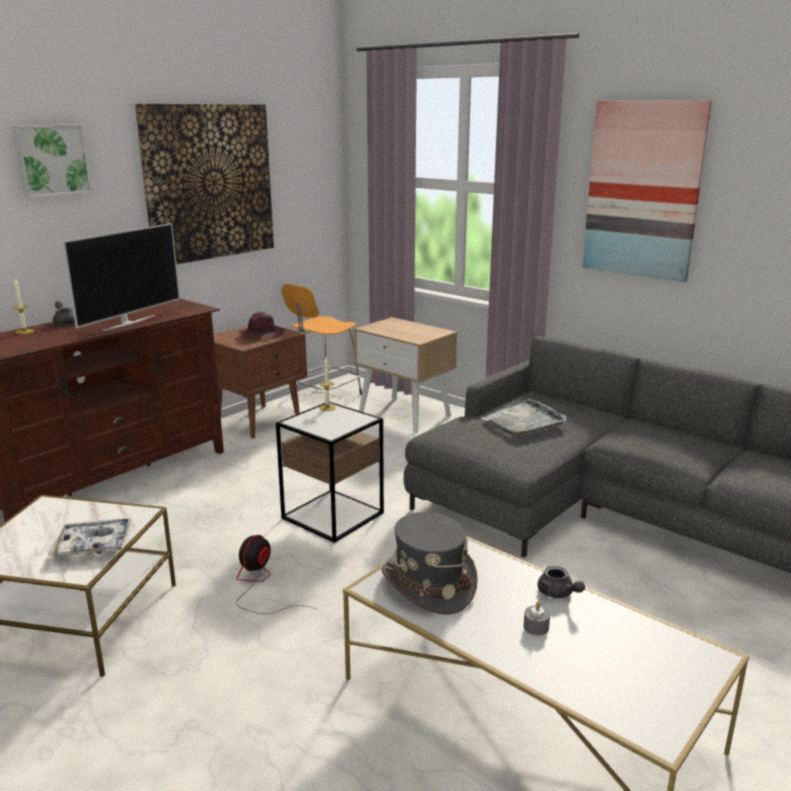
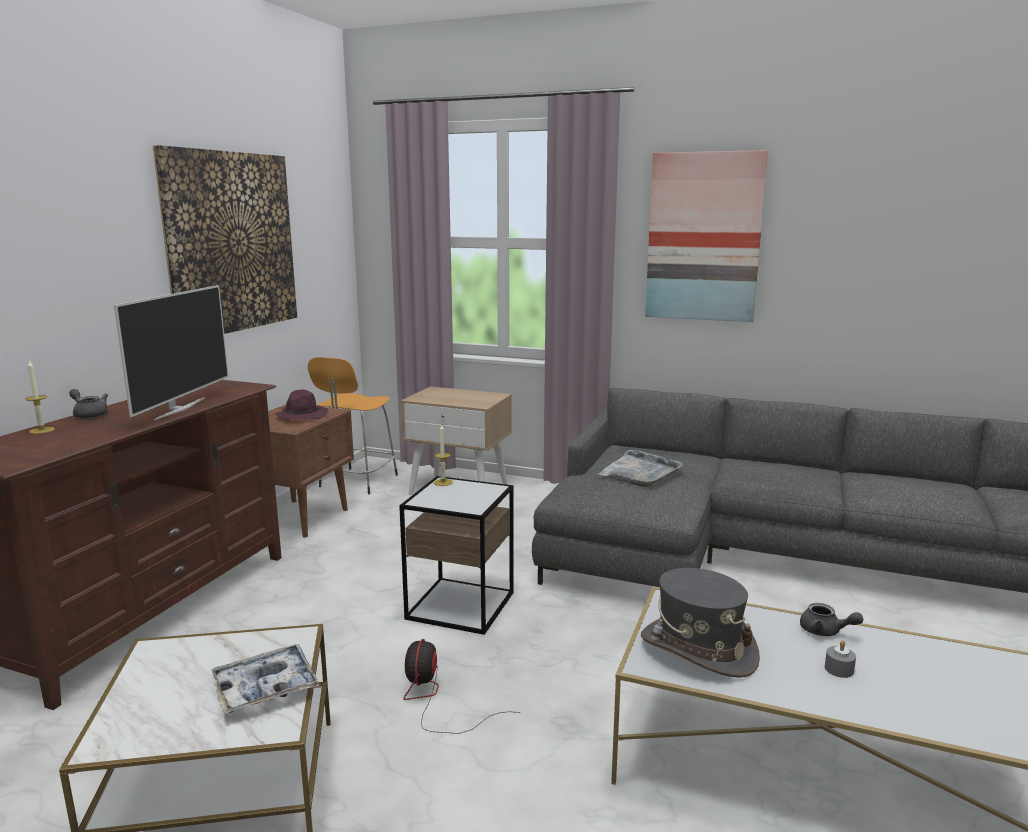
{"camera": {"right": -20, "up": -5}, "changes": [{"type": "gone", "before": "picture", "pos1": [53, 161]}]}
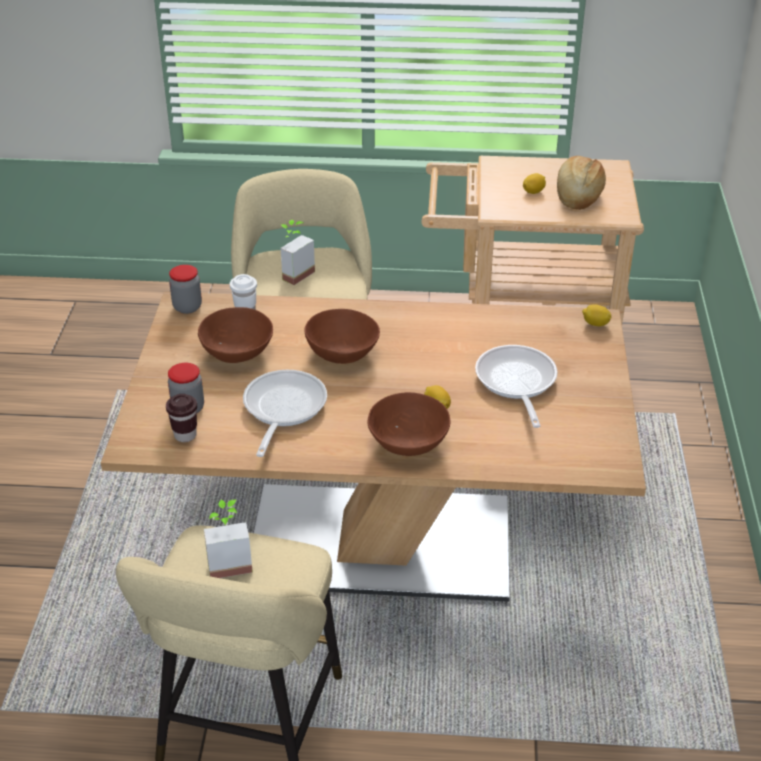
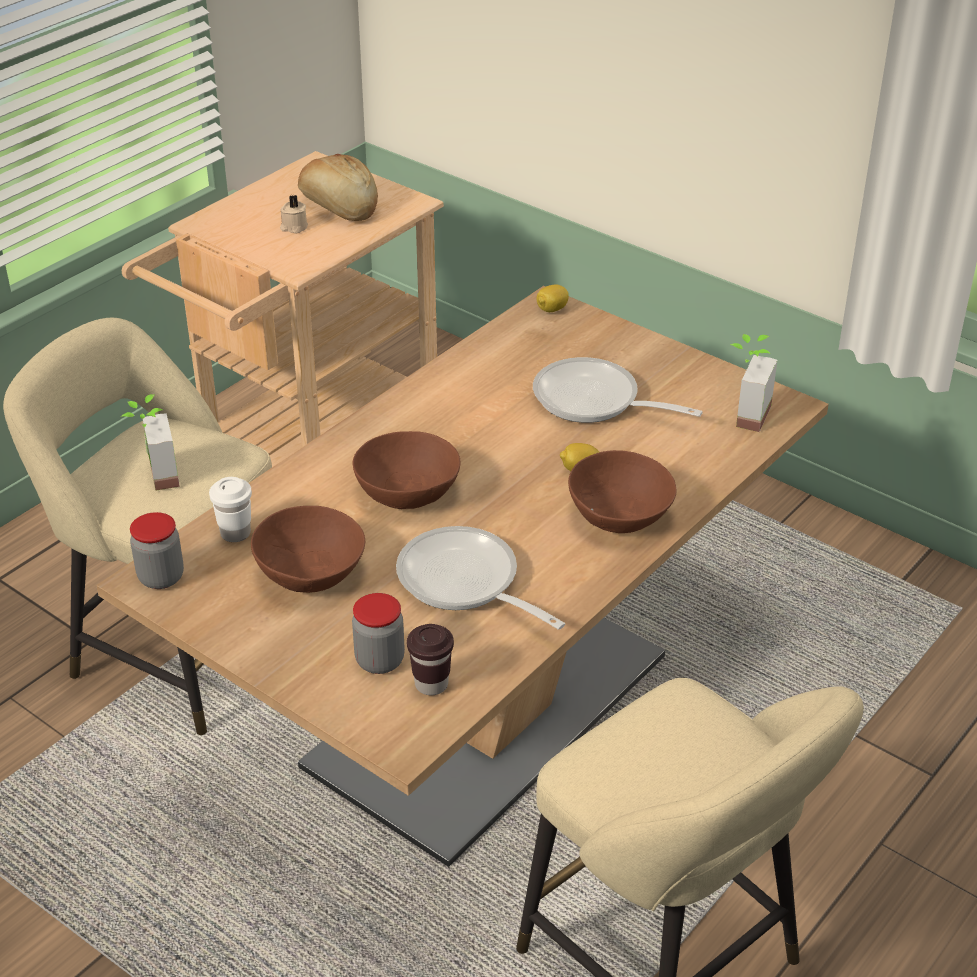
{"camera": {"right": -55, "up": 0}, "changes": [{"type": "swapped", "before": "lemon", "after": "beige candle", "pos1": [534, 183], "pos2": [294, 214]}, {"type": "shifted", "before": "potted plant", "pos1": [228, 539], "pos2": [753, 383]}]}
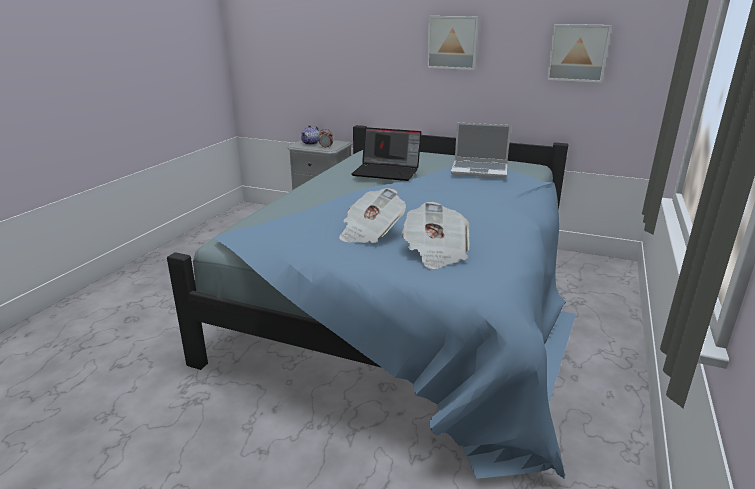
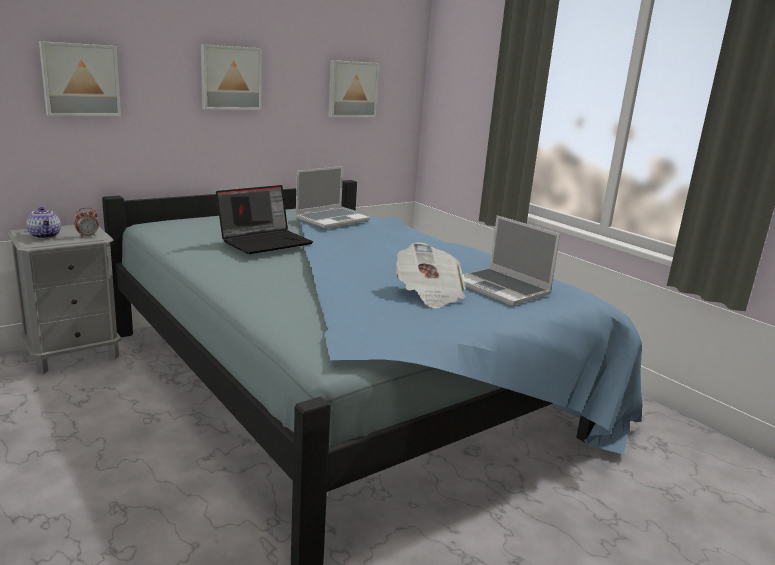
{"camera": {"right": -60, "up": -5}, "changes": [{"type": "swapped", "before": "newspaper", "after": "laptop", "pos1": [436, 235], "pos2": [511, 260]}, {"type": "new", "after": "picture", "pos2": [80, 78]}]}
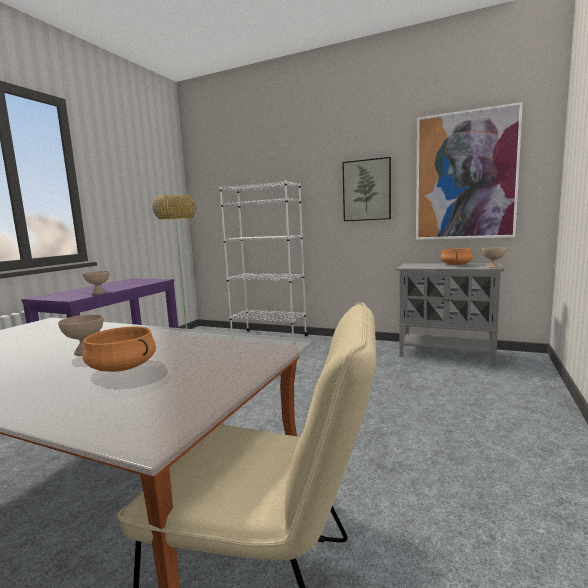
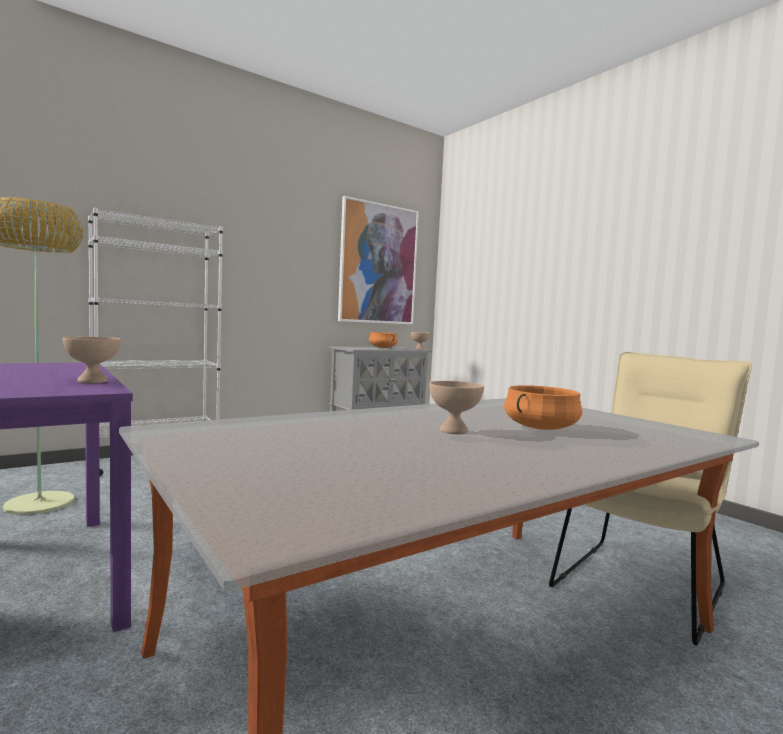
{"camera": {"right": -60, "up": -5}, "changes": [{"type": "gone", "before": "picture", "pos1": [366, 189]}]}
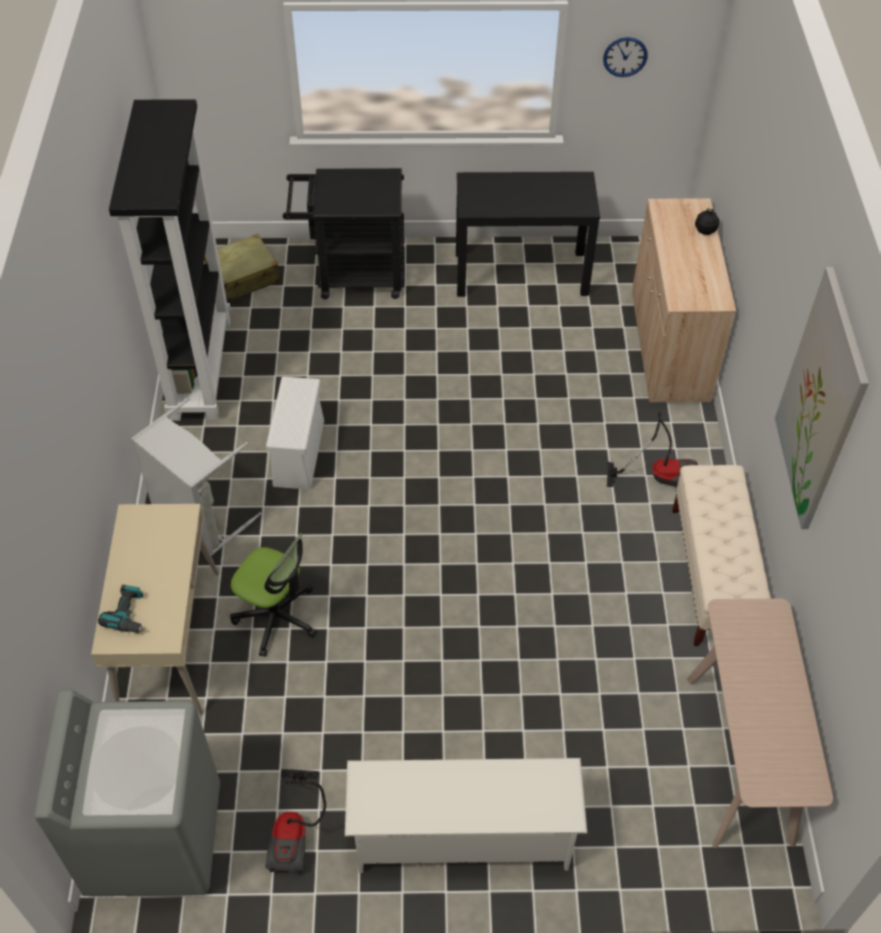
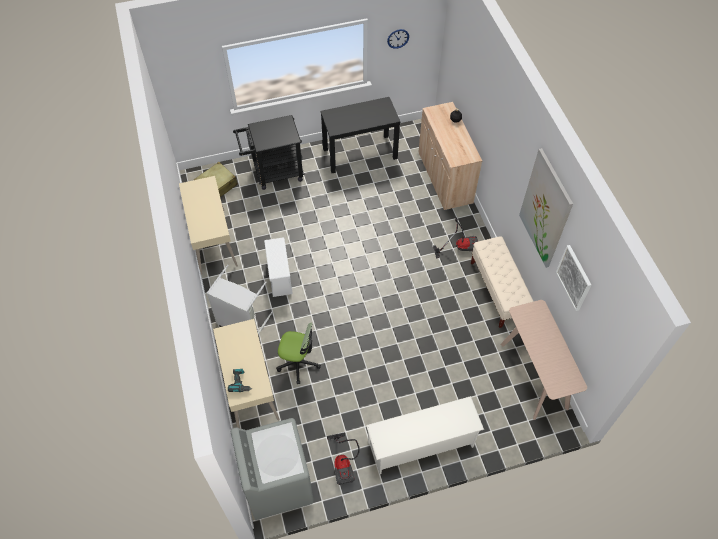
{"camera": {"right": -15, "up": 5}, "changes": [{"type": "swapped", "before": "black bookcase", "after": "beige desk", "pos1": [170, 260], "pos2": [208, 225]}, {"type": "new", "after": "picture", "pos2": [573, 278]}]}
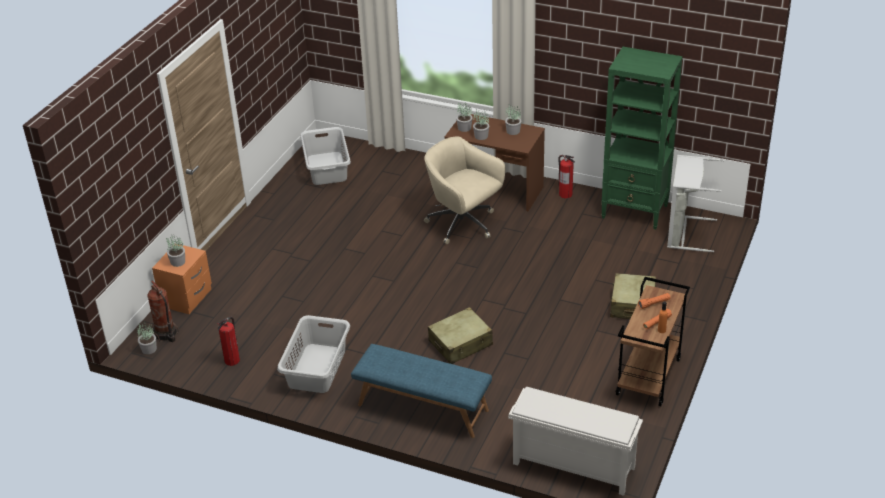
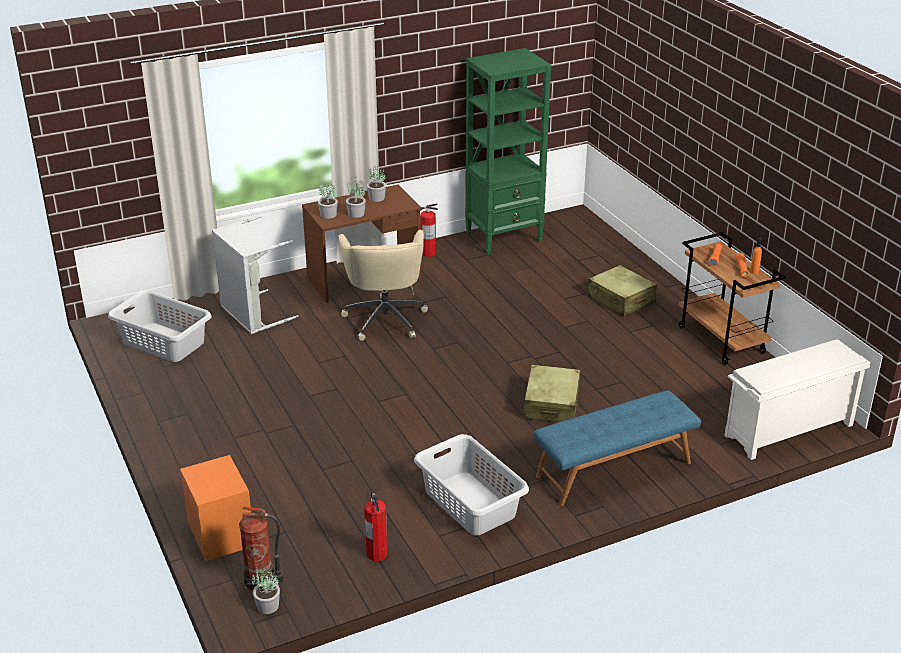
{"camera": {"right": -50, "up": -5}, "changes": [{"type": "rotated", "before": "beige office chair", "pos1": [464, 190], "pos2": [383, 285], "turn": -90}, {"type": "shifted", "before": "grey laundry basket", "pos1": [696, 203], "pos2": [255, 275]}, {"type": "gone", "before": "potted plant", "pos1": [175, 251]}]}
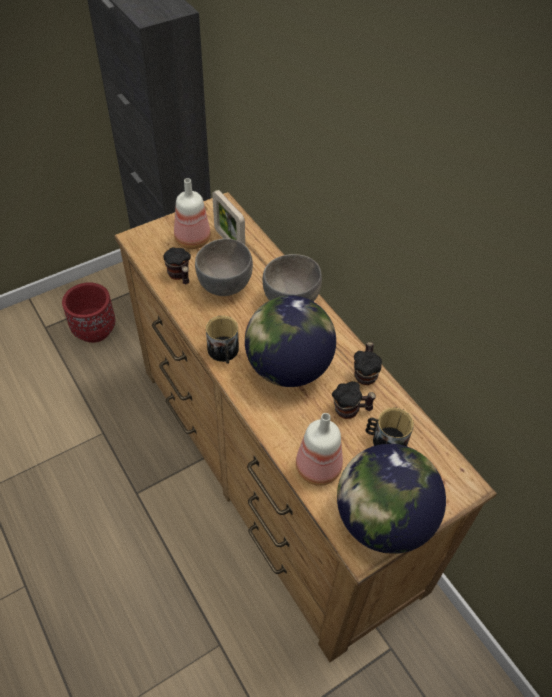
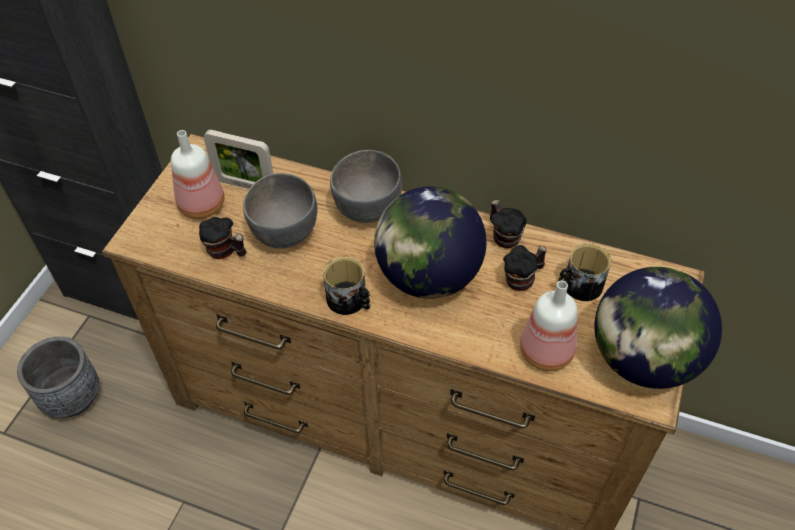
{"camera": {"right": -35, "up": 0}, "changes": [{"type": "repainted", "before": "red planter", "after": "grey planter", "pos1": [88, 312], "pos2": [58, 377]}]}
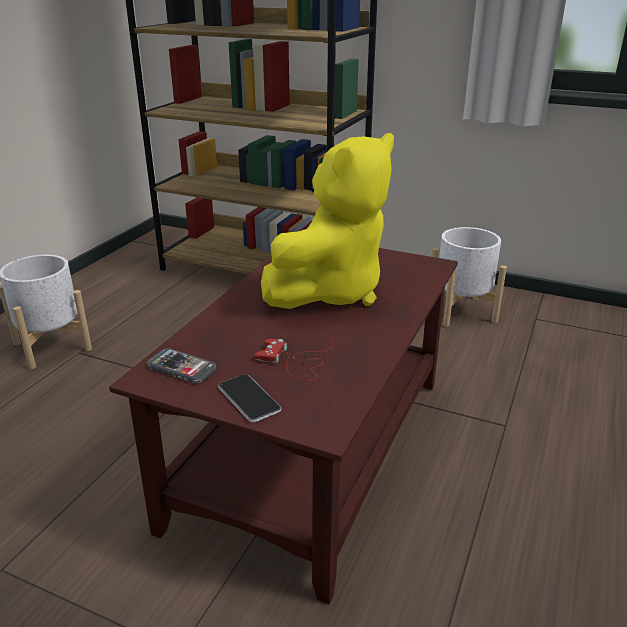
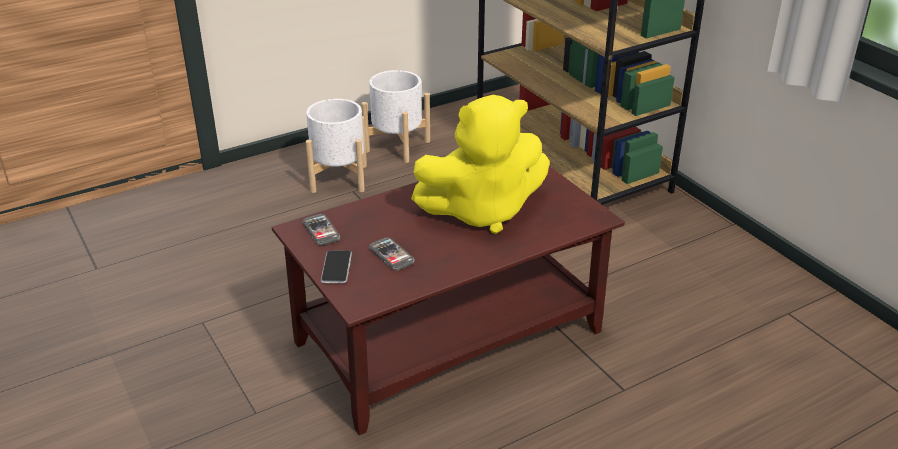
{"camera": {"right": 35, "up": 5}, "changes": [{"type": "shifted", "before": "white planter", "pos1": [469, 277], "pos2": [395, 116]}, {"type": "swapped", "before": "red game controller", "after": "phone", "pos1": [293, 360], "pos2": [392, 254]}]}
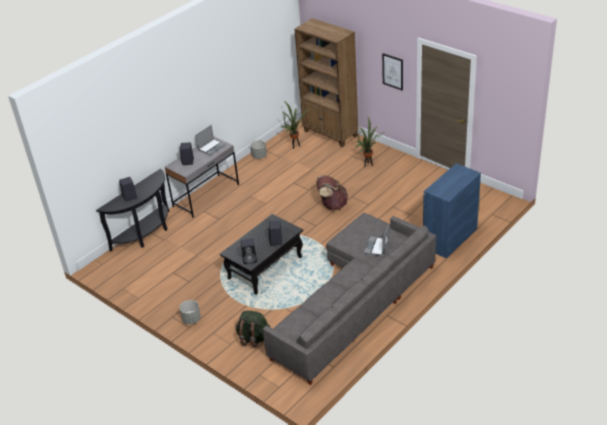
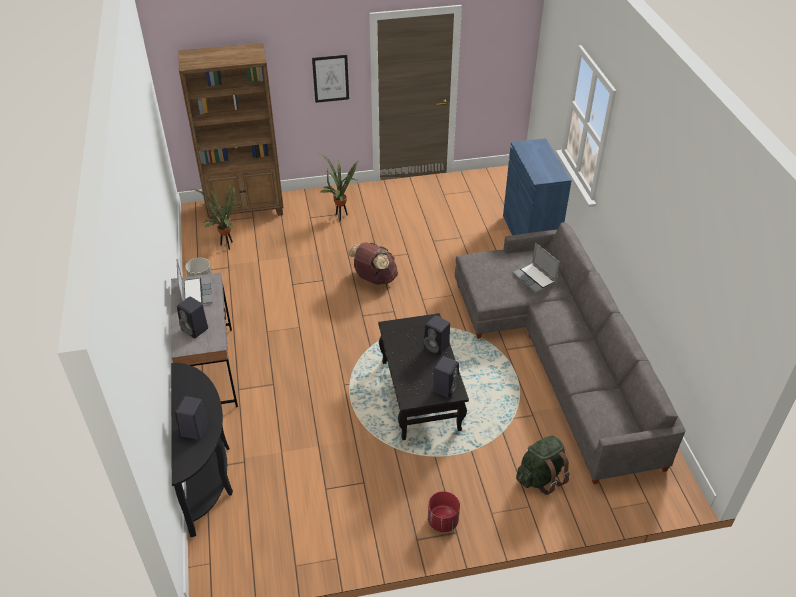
{"camera": {"right": -55, "up": 5}, "changes": [{"type": "repainted", "before": "grey planter", "after": "red planter", "pos1": [190, 312], "pos2": [444, 511]}]}
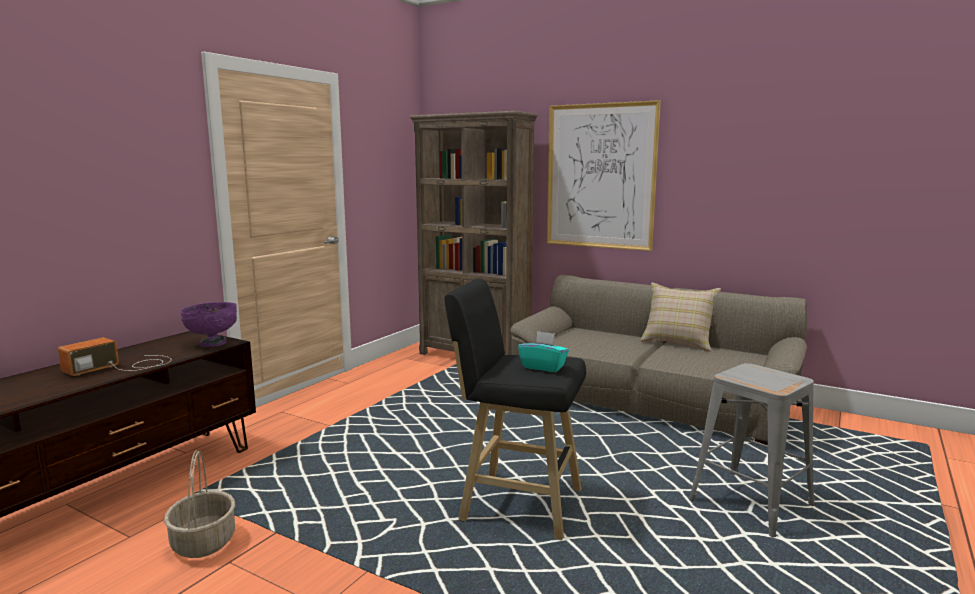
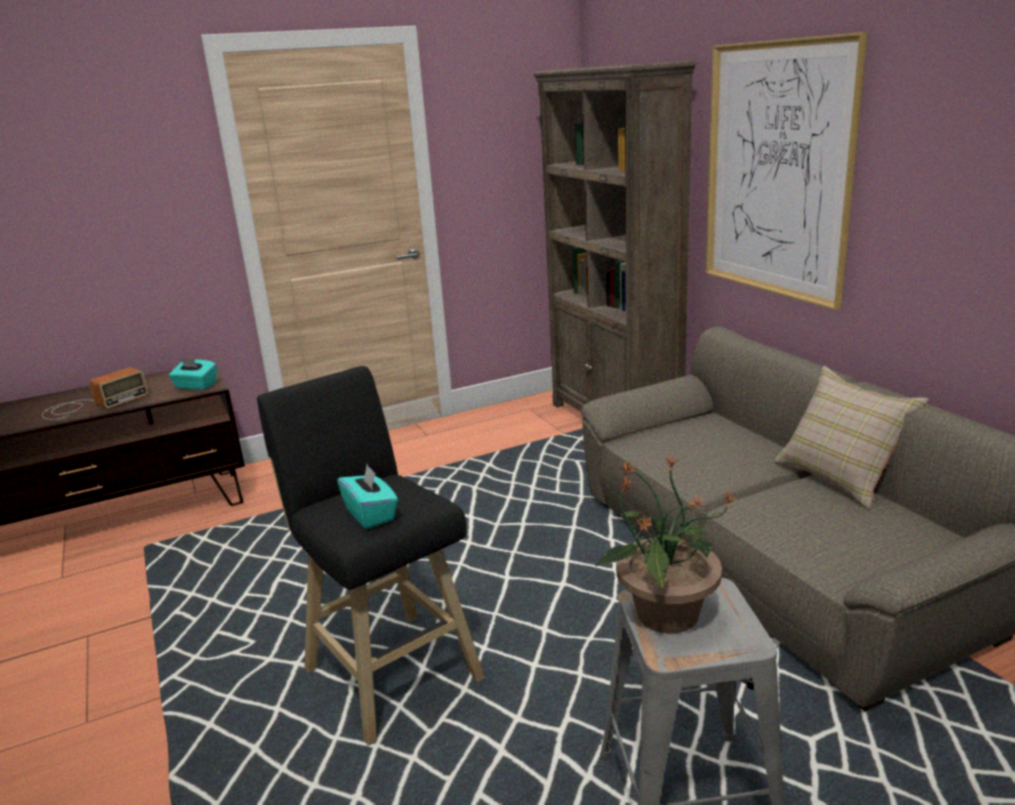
{"camera": {"right": 35, "up": 10}, "changes": [{"type": "swapped", "before": "purple bowl", "after": "turquoise tissue box", "pos1": [208, 324], "pos2": [193, 373]}, {"type": "rotated", "before": "radio", "pos1": [114, 356], "pos2": [95, 393], "turn": 150}, {"type": "gone", "before": "basket", "pos1": [199, 504]}, {"type": "new", "after": "potted plant", "pos2": [666, 543]}]}
